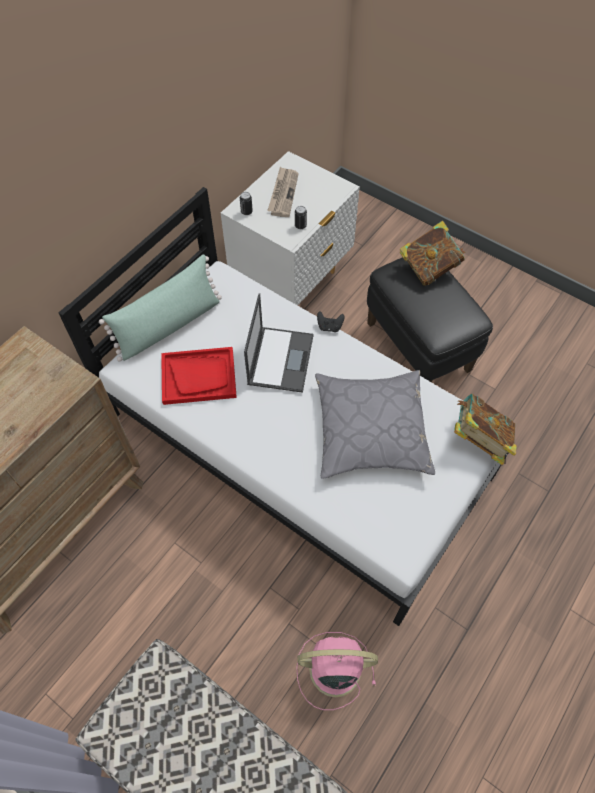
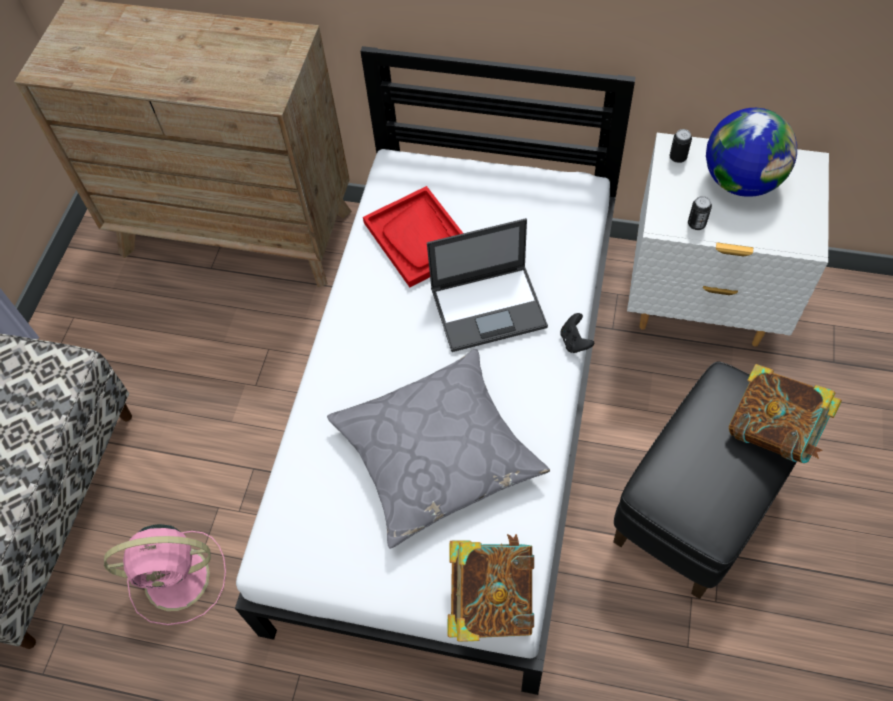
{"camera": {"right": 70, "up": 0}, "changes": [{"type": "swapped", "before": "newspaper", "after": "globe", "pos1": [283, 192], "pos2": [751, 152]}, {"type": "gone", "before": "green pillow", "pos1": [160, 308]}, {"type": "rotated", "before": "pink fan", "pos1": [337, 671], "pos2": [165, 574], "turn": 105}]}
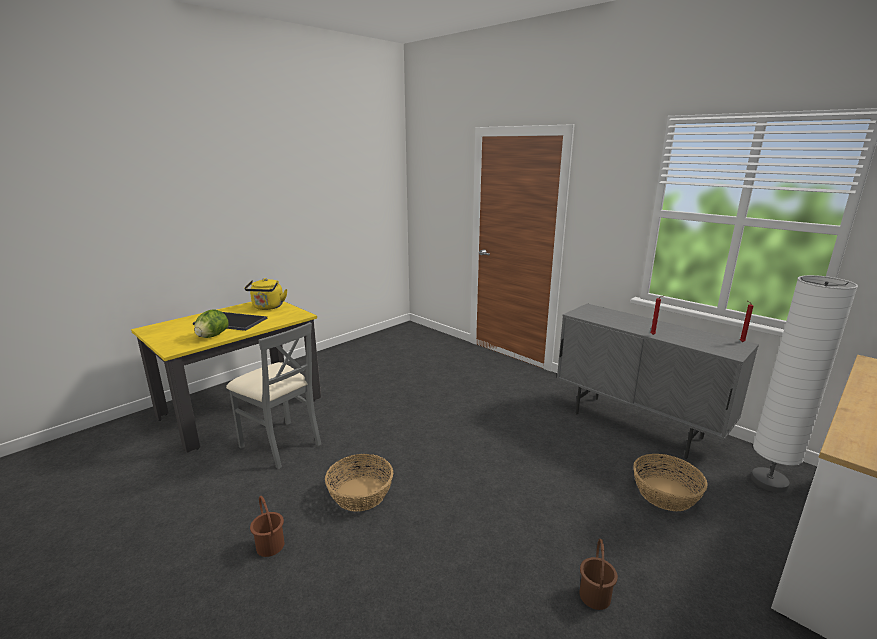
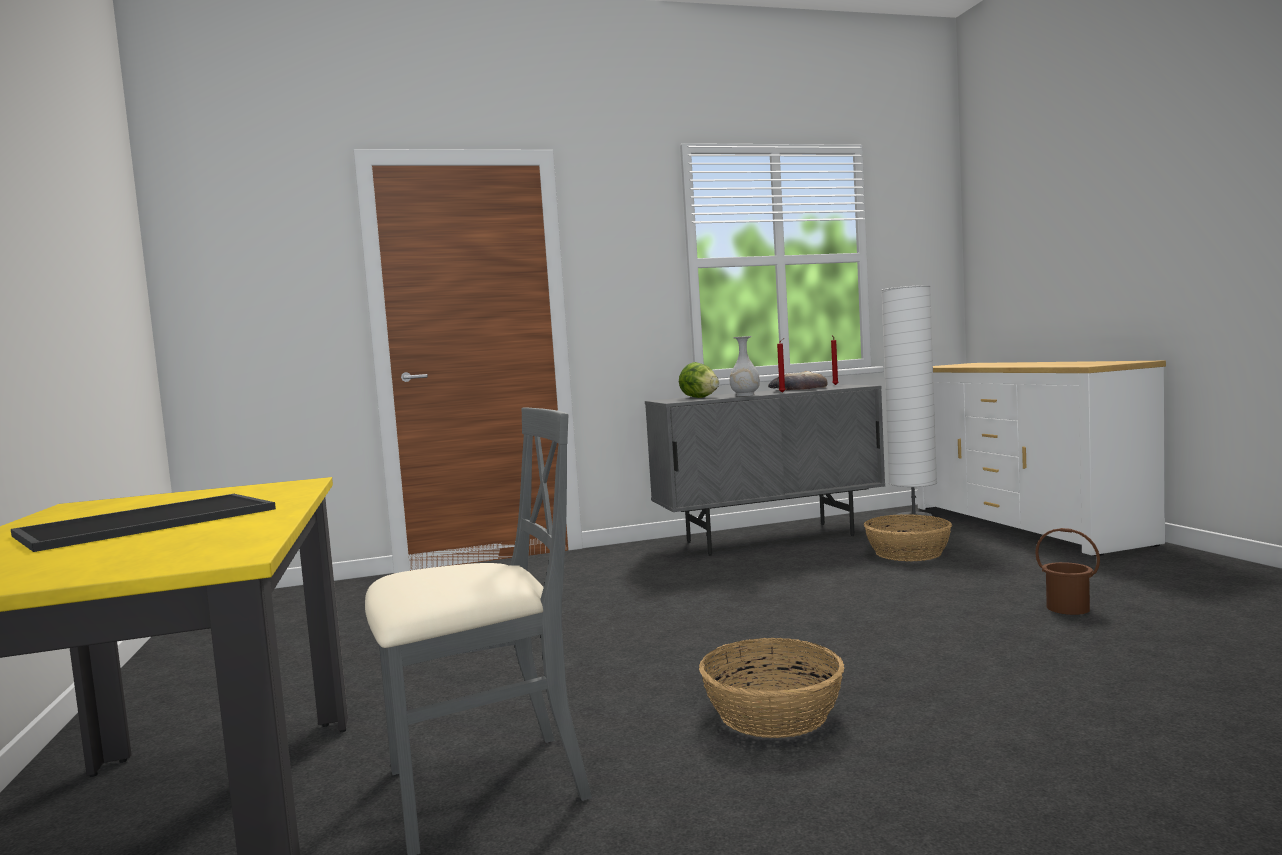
{"camera": {"right": -60, "up": -15}, "changes": [{"type": "gone", "before": "yellow kettle", "pos1": [266, 294]}, {"type": "shifted", "before": "lettuce", "pos1": [211, 324], "pos2": [699, 380]}, {"type": "gone", "before": "brown bucket", "pos1": [267, 526]}, {"type": "new", "after": "white vase", "pos2": [744, 366]}, {"type": "new", "after": "bread", "pos2": [798, 380]}]}
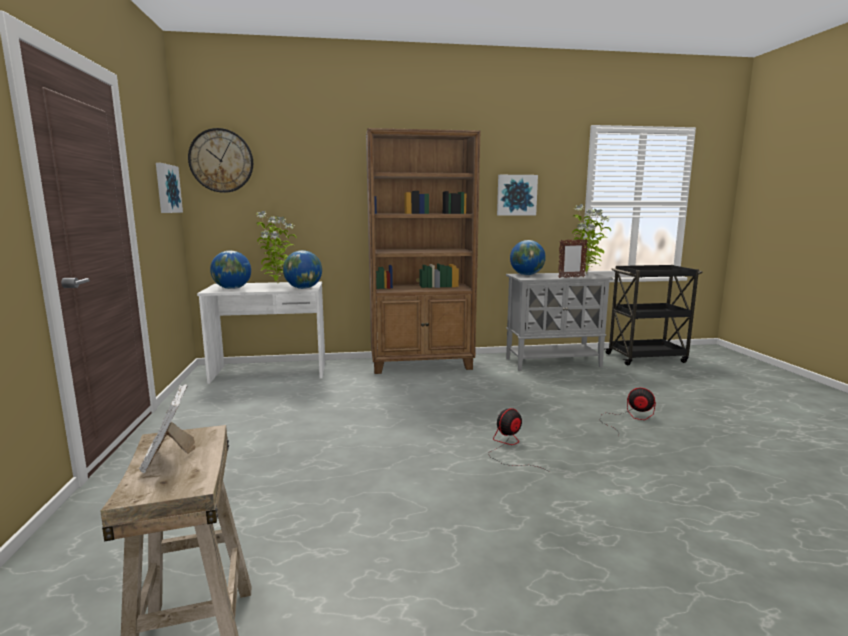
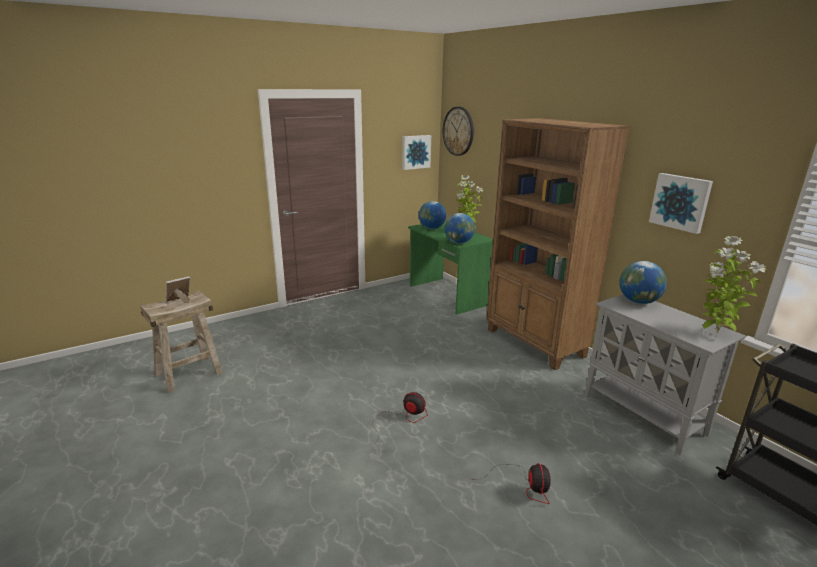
{"camera": {"right": 65, "up": 10}, "changes": [{"type": "gone", "before": "picture frame", "pos1": [573, 258]}, {"type": "repainted", "before": "white desk", "after": "green desk", "pos1": [261, 333], "pos2": [450, 268]}]}
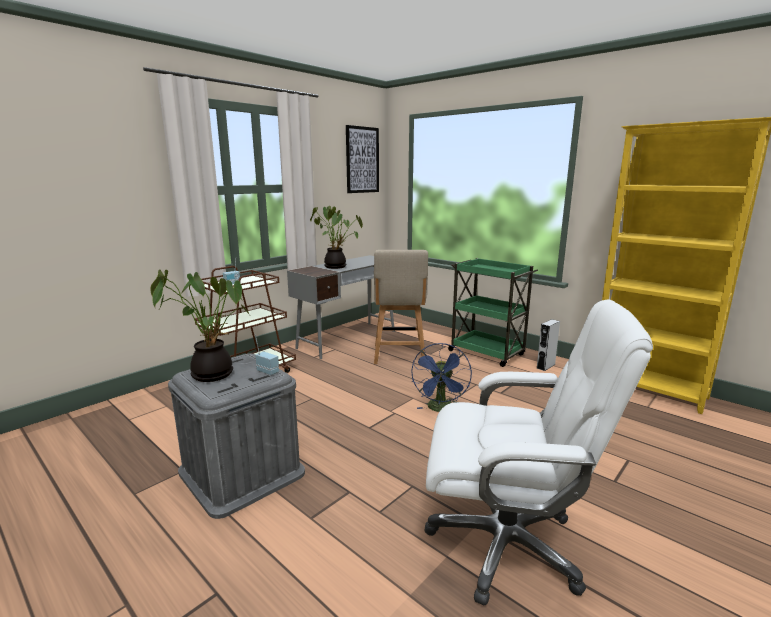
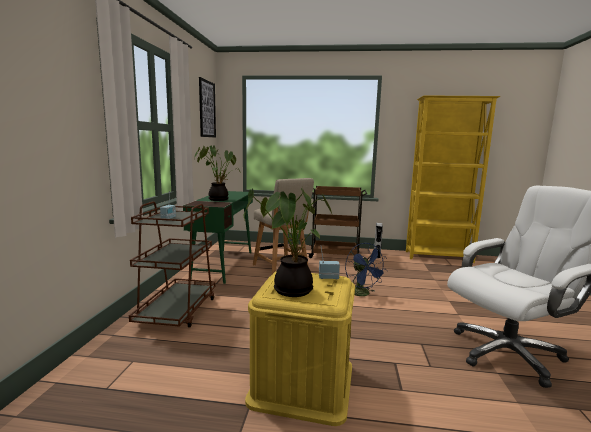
{"camera": {"right": -35, "up": -5}, "changes": [{"type": "repainted", "before": "grey desk", "after": "green desk", "pos1": [341, 307], "pos2": [218, 237]}, {"type": "repainted", "before": "green cart", "after": "brown cart", "pos1": [493, 312], "pos2": [337, 222]}, {"type": "repainted", "before": "grey storage box", "after": "yellow storage box", "pos1": [236, 436], "pos2": [300, 348]}]}
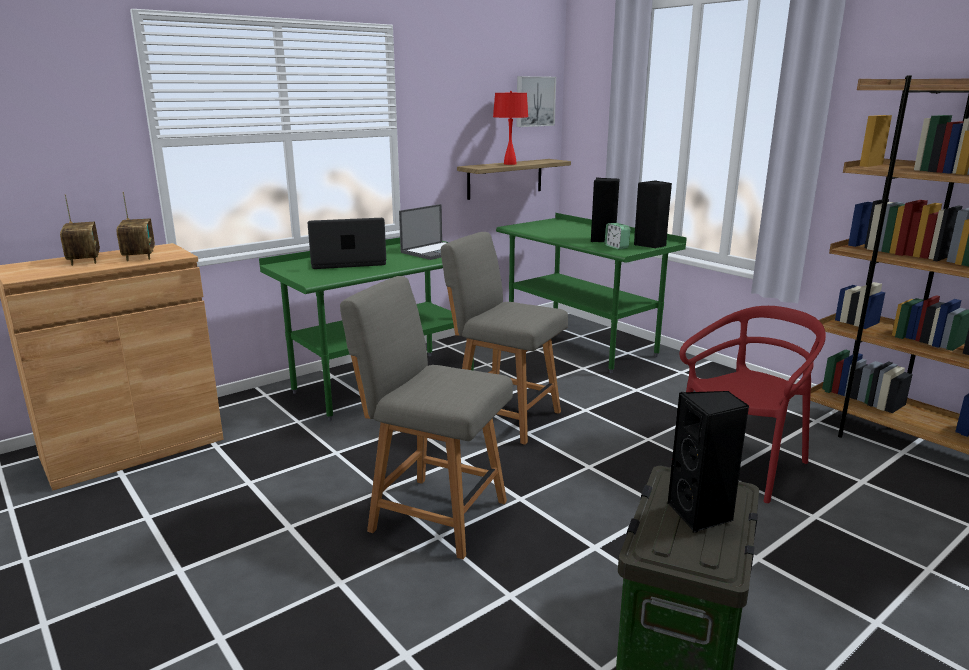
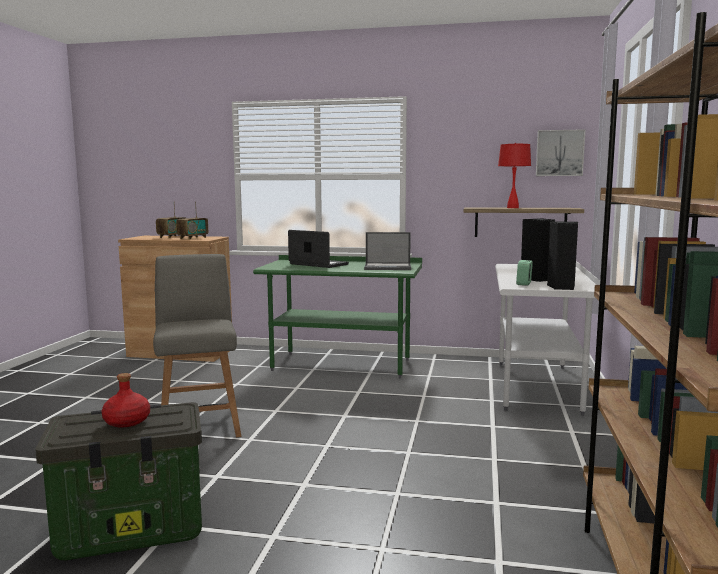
{"camera": {"right": 50, "up": -10}, "changes": [{"type": "repainted", "before": "green desk", "after": "white desk", "pos1": [591, 293], "pos2": [547, 338]}, {"type": "gone", "before": "grey chair", "pos1": [504, 338]}, {"type": "gone", "before": "red chair", "pos1": [753, 404]}, {"type": "swapped", "before": "black speaker", "after": "red bottle", "pos1": [708, 462], "pos2": [126, 400]}]}
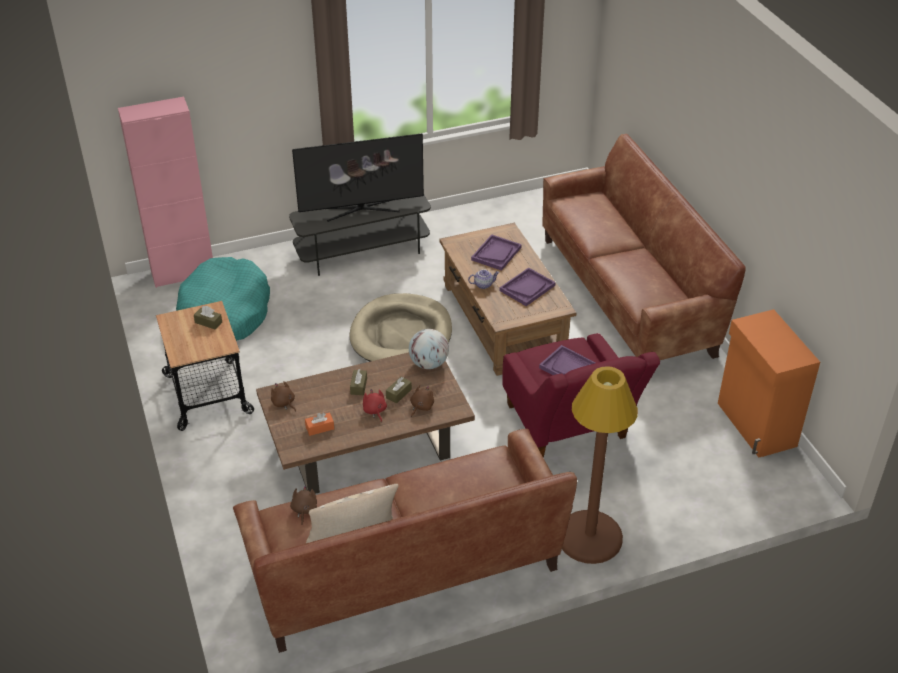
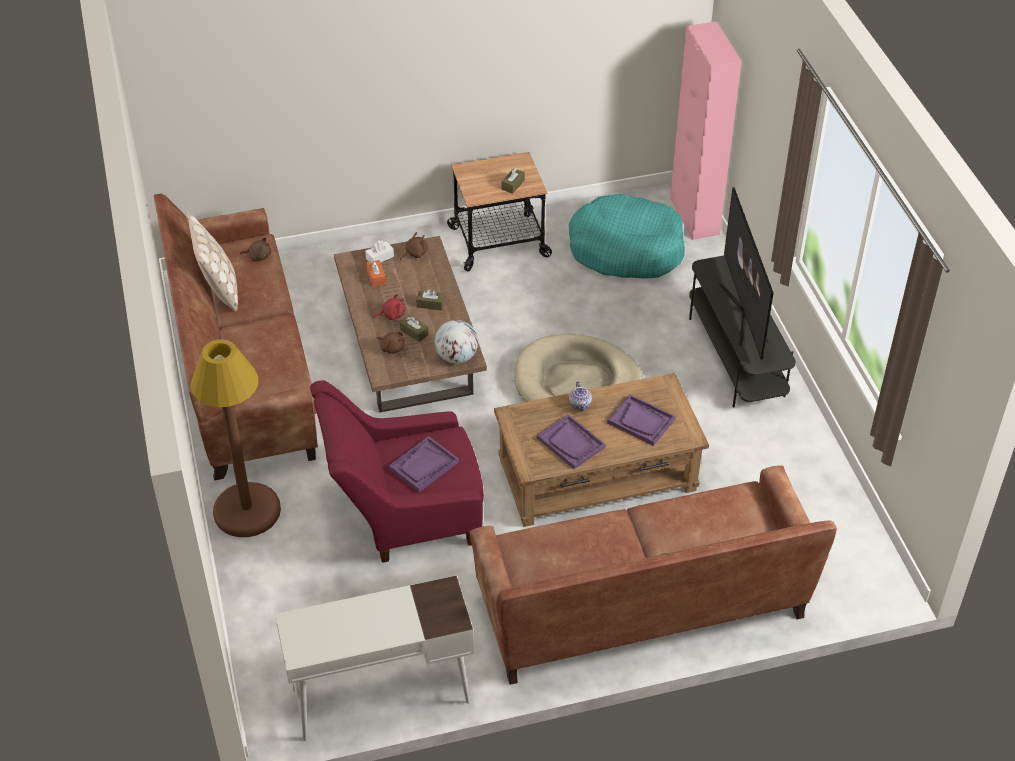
{"camera": {"right": 95, "up": 5}, "changes": [{"type": "swapped", "before": "orange cabinet", "after": "white desk", "pos1": [769, 383], "pos2": [374, 658]}, {"type": "new", "after": "white tissue box", "pos2": [379, 252]}]}
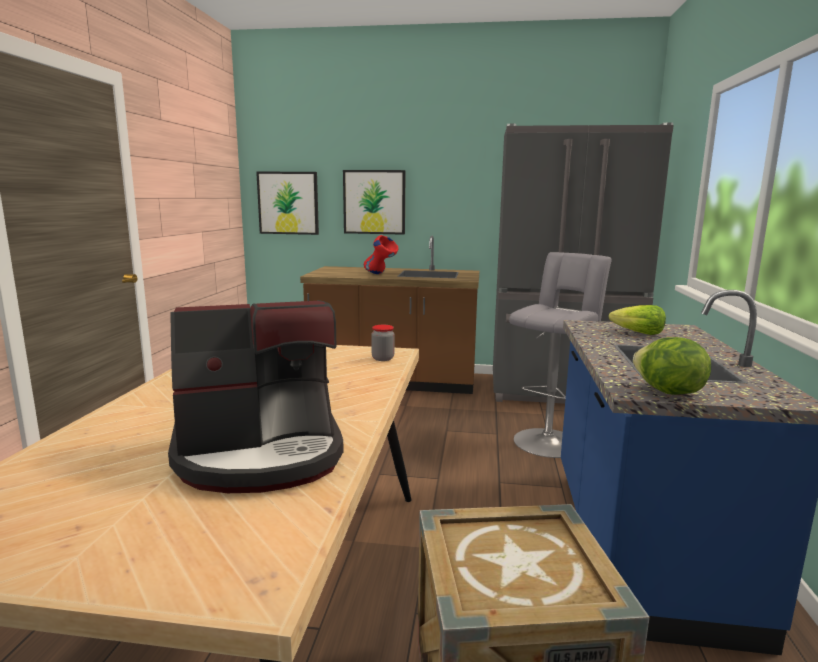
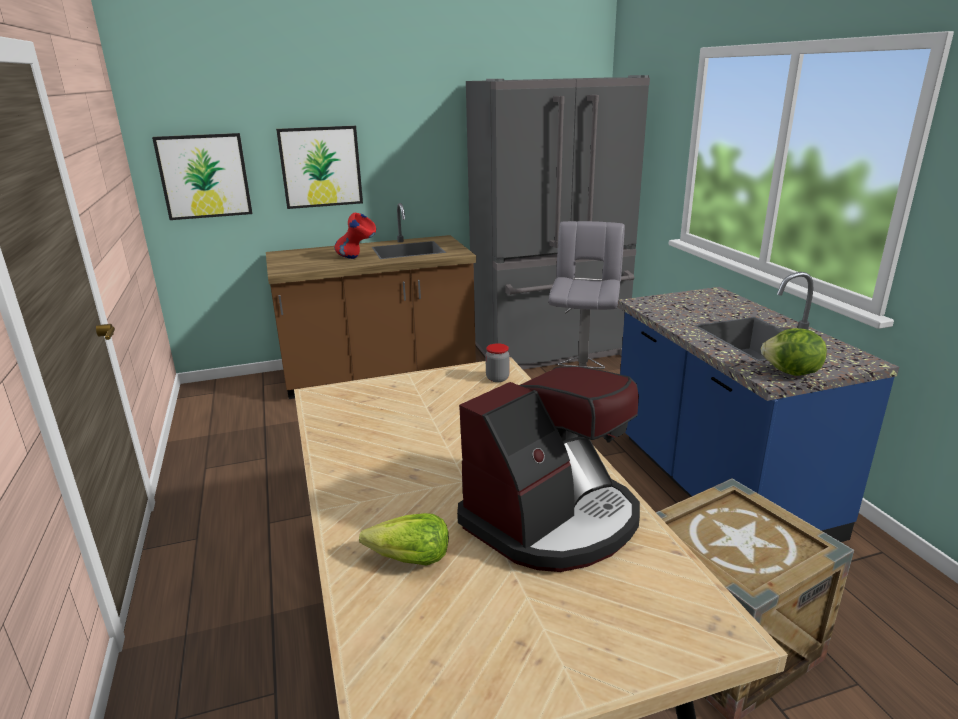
{"camera": {"right": -25, "up": 10}, "changes": [{"type": "shifted", "before": "lettuce", "pos1": [637, 320], "pos2": [404, 539]}]}
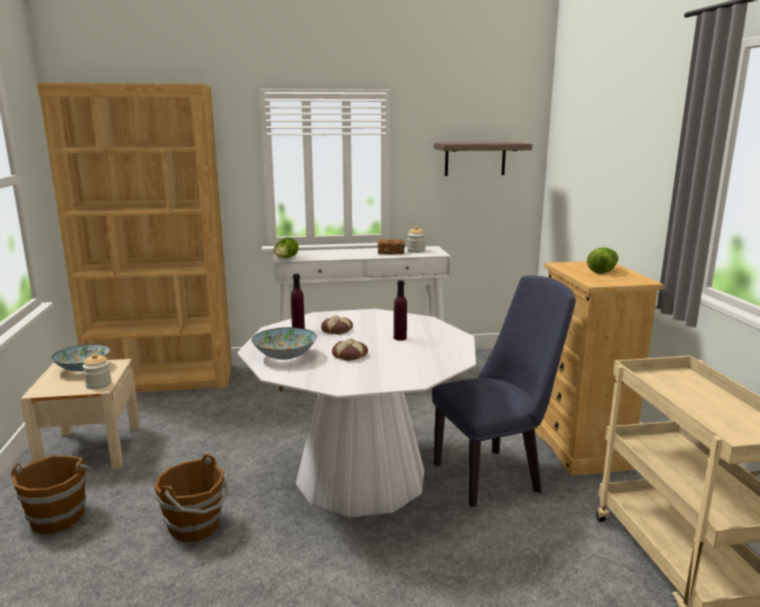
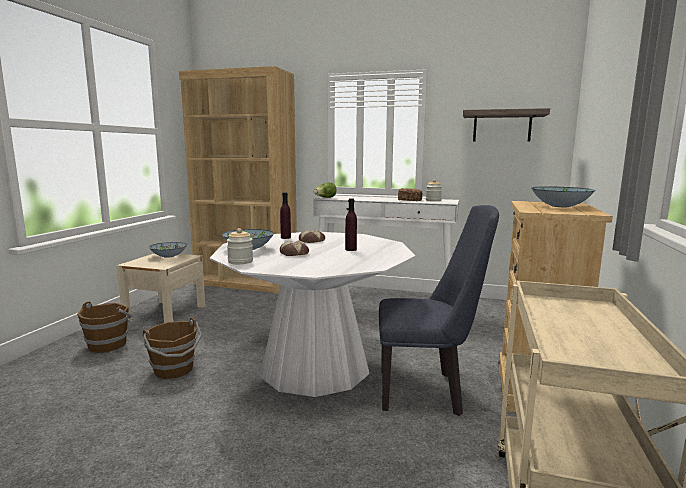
{"camera": {"right": 25, "up": -5}, "changes": [{"type": "swapped", "before": "lettuce", "after": "bowl", "pos1": [602, 261], "pos2": [563, 197]}, {"type": "shifted", "before": "jar", "pos1": [97, 371], "pos2": [240, 246]}]}
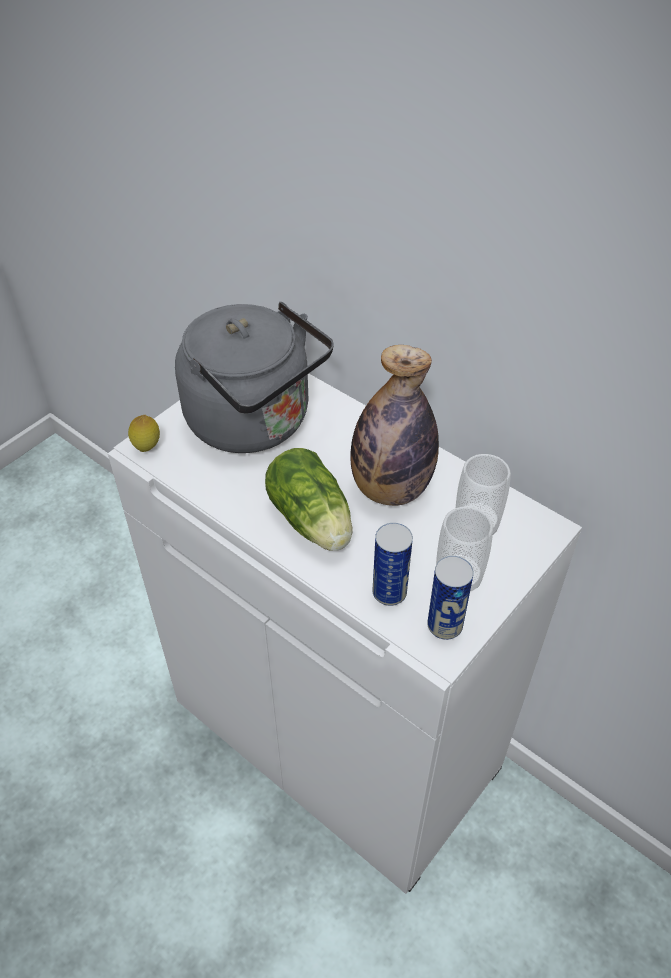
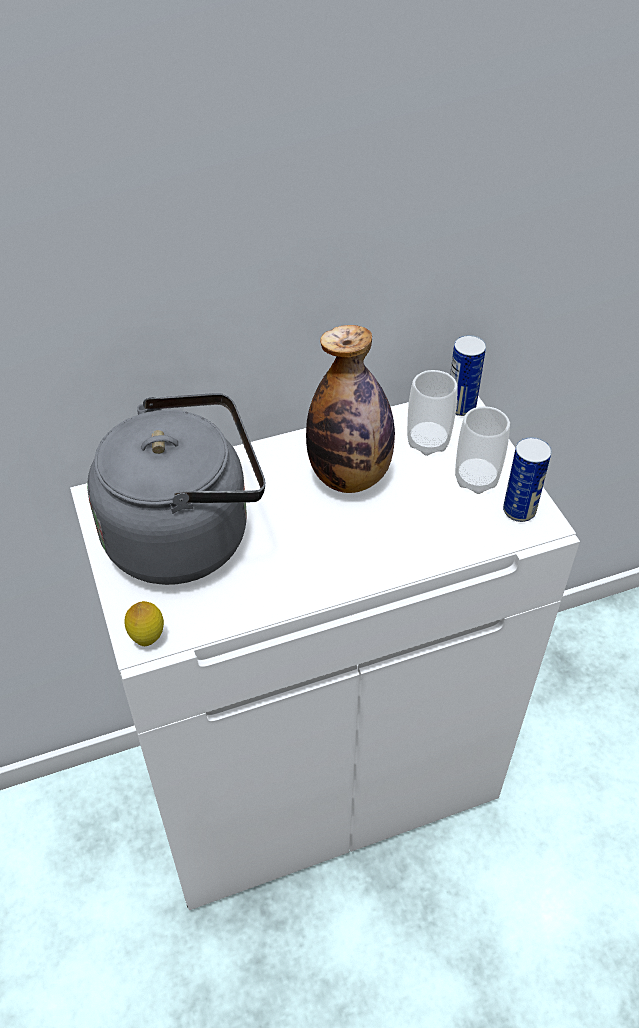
{"camera": {"right": -60, "up": 0}, "changes": [{"type": "gone", "before": "lettuce", "pos1": [309, 499]}, {"type": "shifted", "before": "can", "pos1": [392, 564], "pos2": [468, 375]}]}
